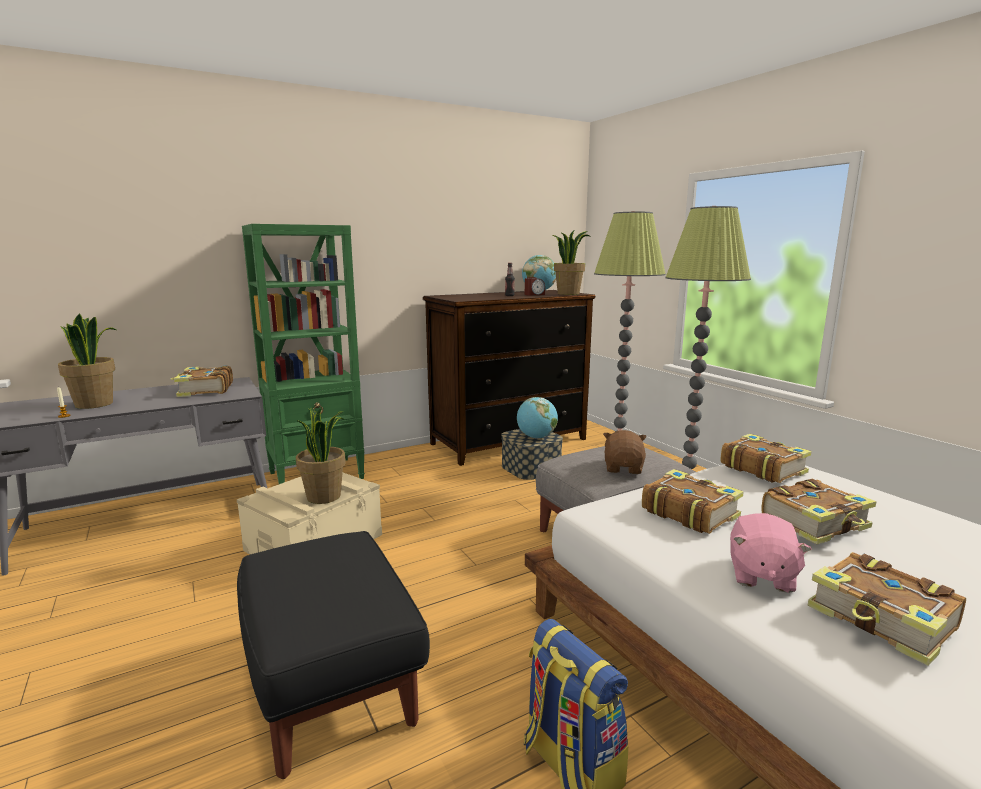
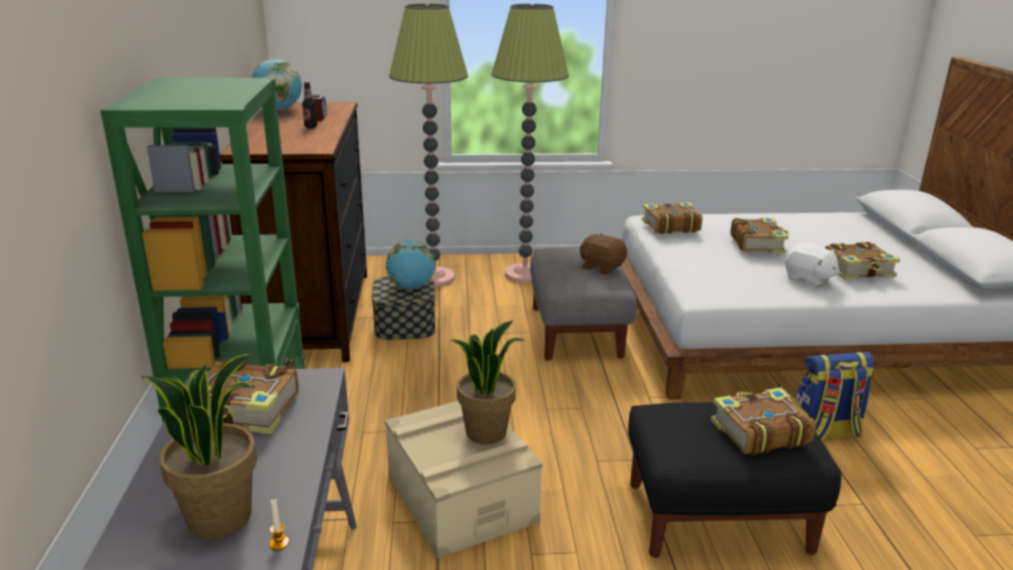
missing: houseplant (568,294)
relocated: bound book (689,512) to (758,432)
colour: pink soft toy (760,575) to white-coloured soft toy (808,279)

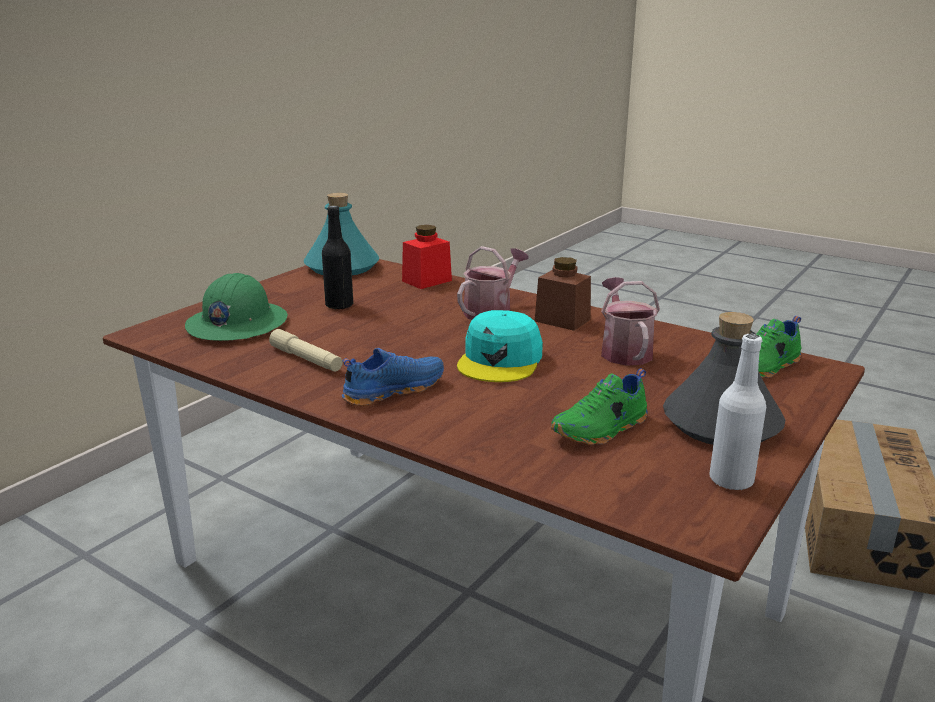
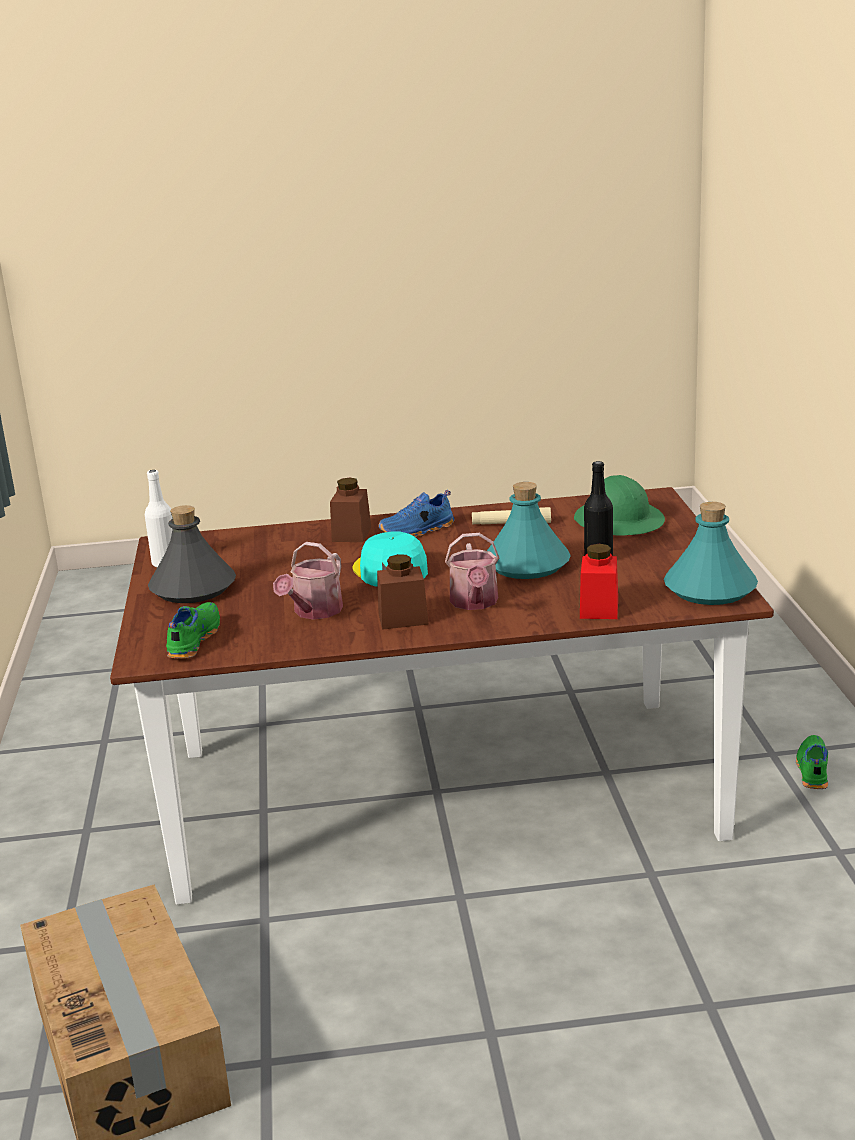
appeared: brownish storage jar (351,534); blue-green drink bottle (527,565)
relocated: greenish shoe (602,430) to (811,770)
spun: watering can (624,351) = (314,612) 75 degrees clockwise; blue shoe (393,390) = (418,531) 45 degrees clockwise

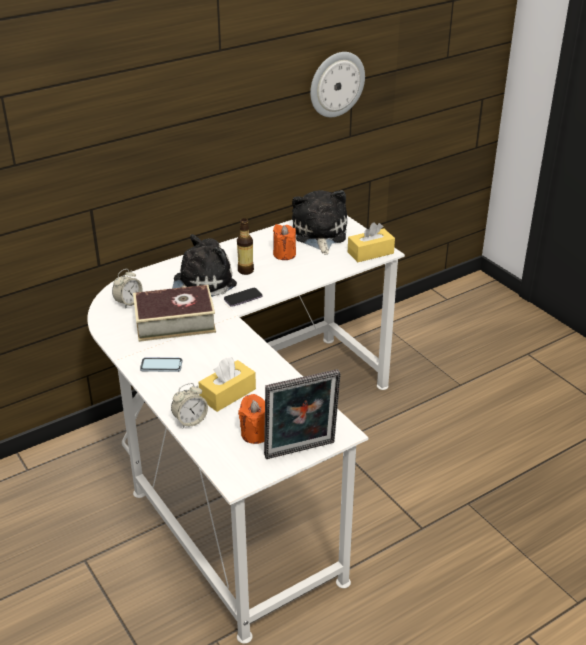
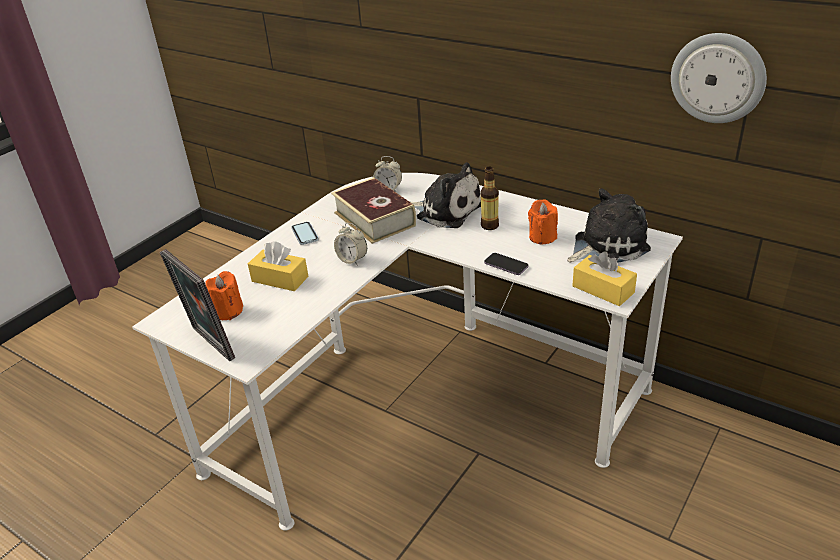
relocated: telephone (243,298) to (506,265); alarm clock (190,420) to (352,260)

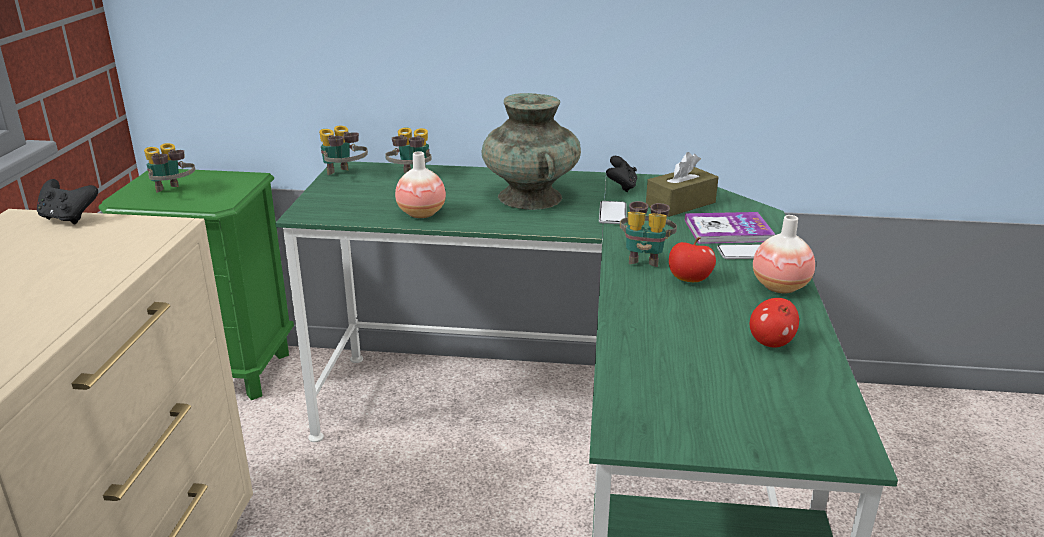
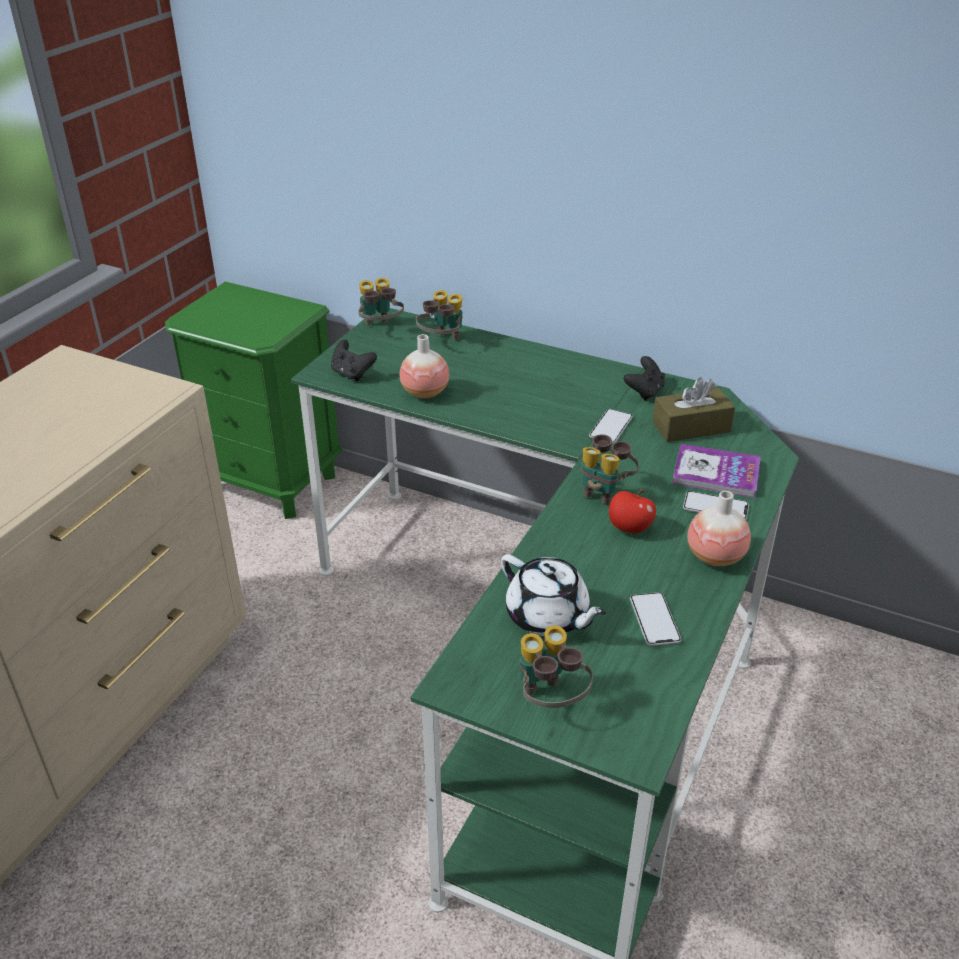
missing: blue-green vase (529,197)
appeared: white-coloured pot for tea (548,617)
relocated: field glasses (173,192) to (550,701); black-coloured gamepad (68,218) to (352,374)
exchanged: apple (771,342) to telephone (654,620)

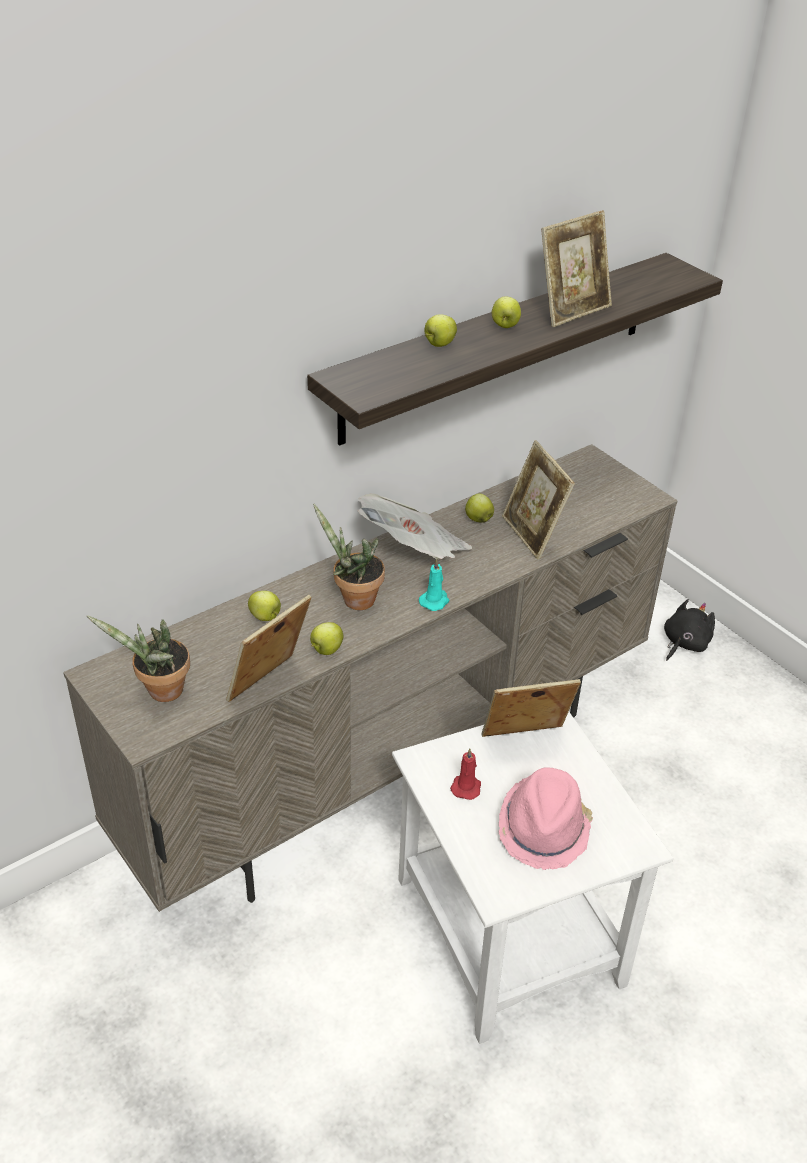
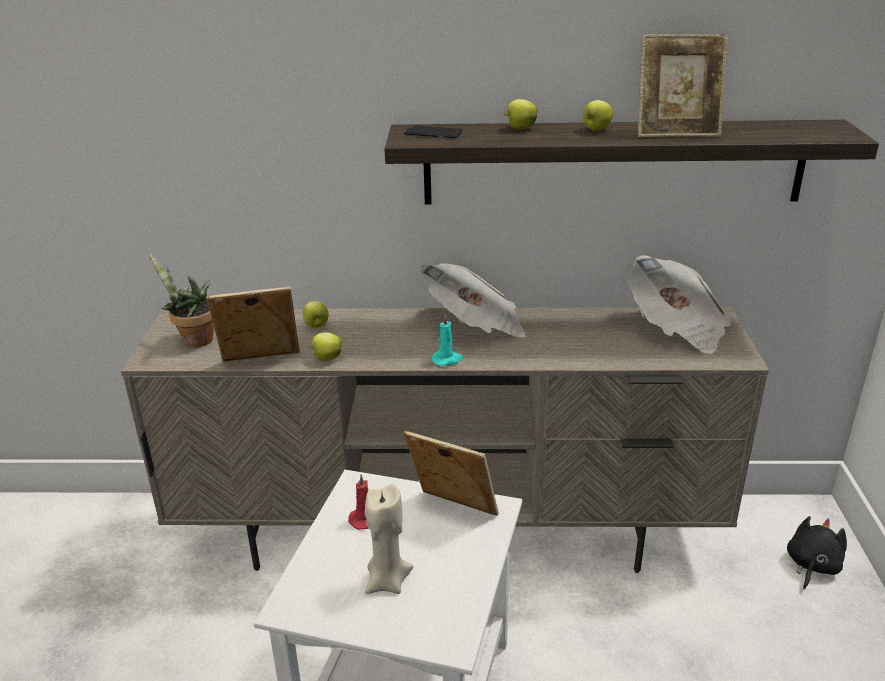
missing: standing frame (532,535); apple (478,519); houseplant (354,599)
appeared: telephone (433,133); printed paper (676,329)
exchanged: pink wearable hat (544,828) to beige-coloured wax candle (387,581)
spun: black-coloured soft toy (684,643) = (811,565) 45 degrees counterclockwise

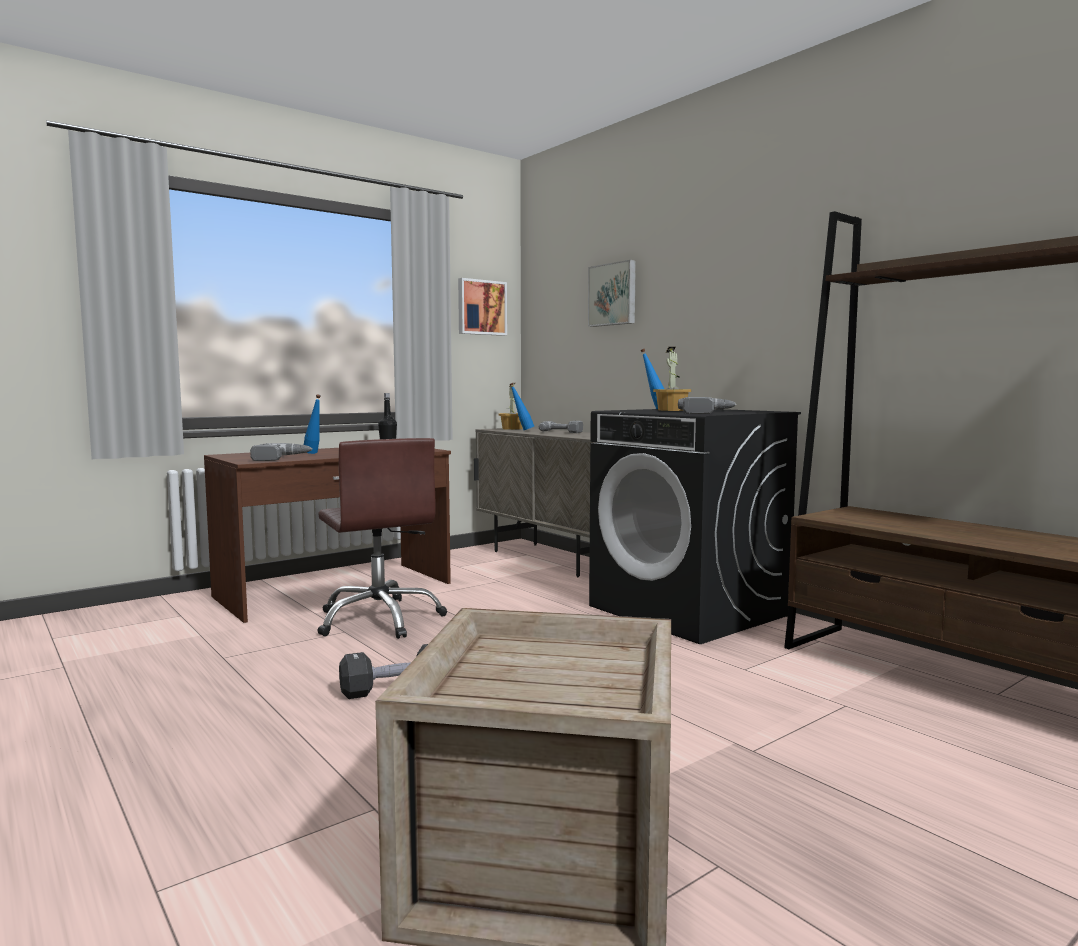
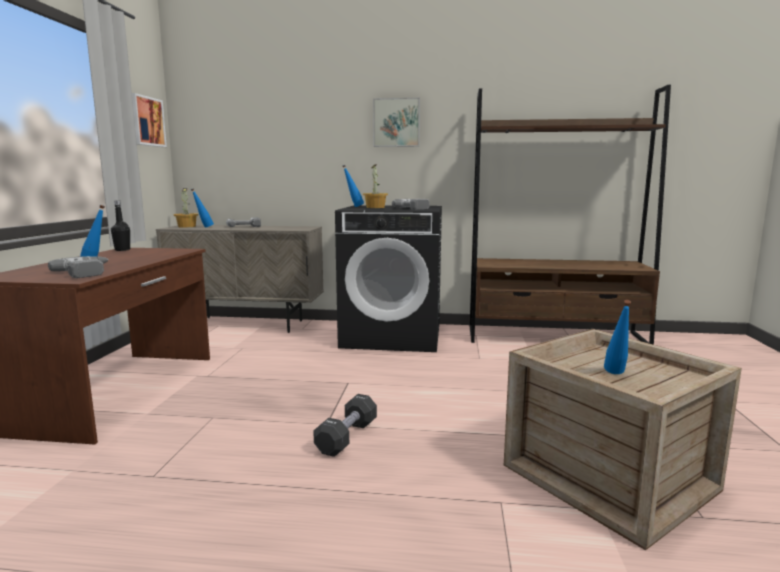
missing: brownish desk chair (380,619)
appeared: blue drink bottle (616,375)
relocated: picture (613,294) to (396,123)

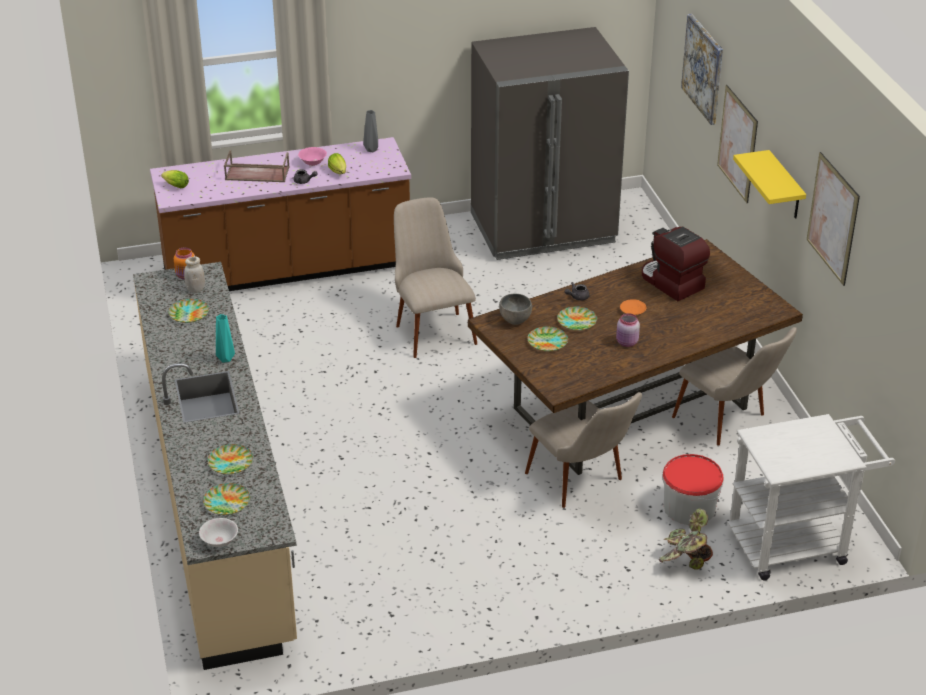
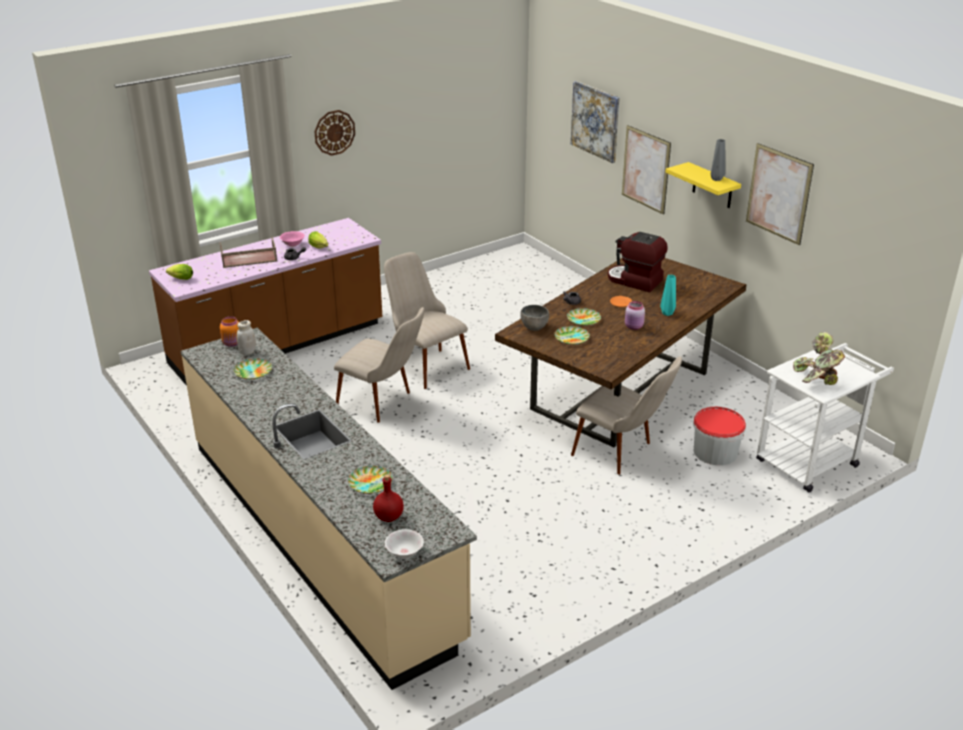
missing: grey refrigerator (543,229)
appeared: hanging clock (334,132)
relocated: grey vase (371,150) to (716,179); blue-green vase (225,358) to (666,313); beige-coloured plain chair (730,423) to (384,404); houseplant (684,558) to (815,379)
exchanged: dinner plate (226,502) to red drink bottle (389,517)

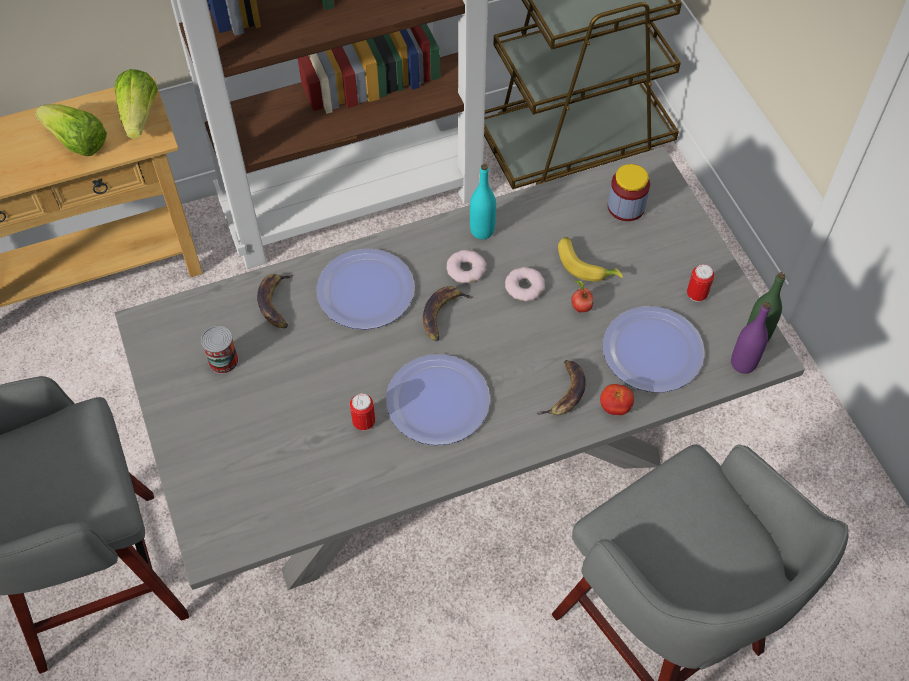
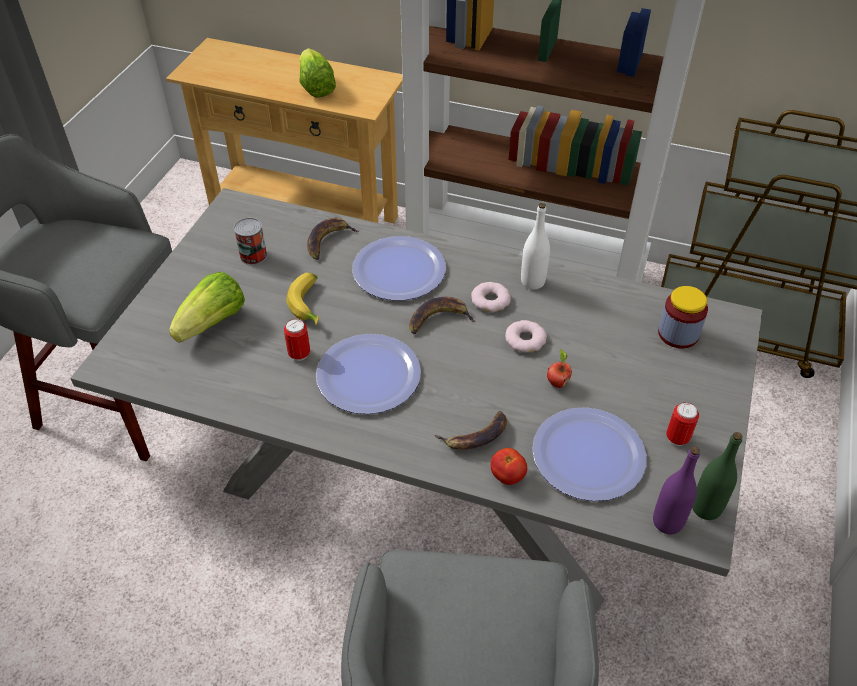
relocated: lettuce (140,116) to (213,323); banana fruit (586,264) to (310,304)
colour: blue-green drink bottle (482,230) to white-coloured drink bottle (532,282)

